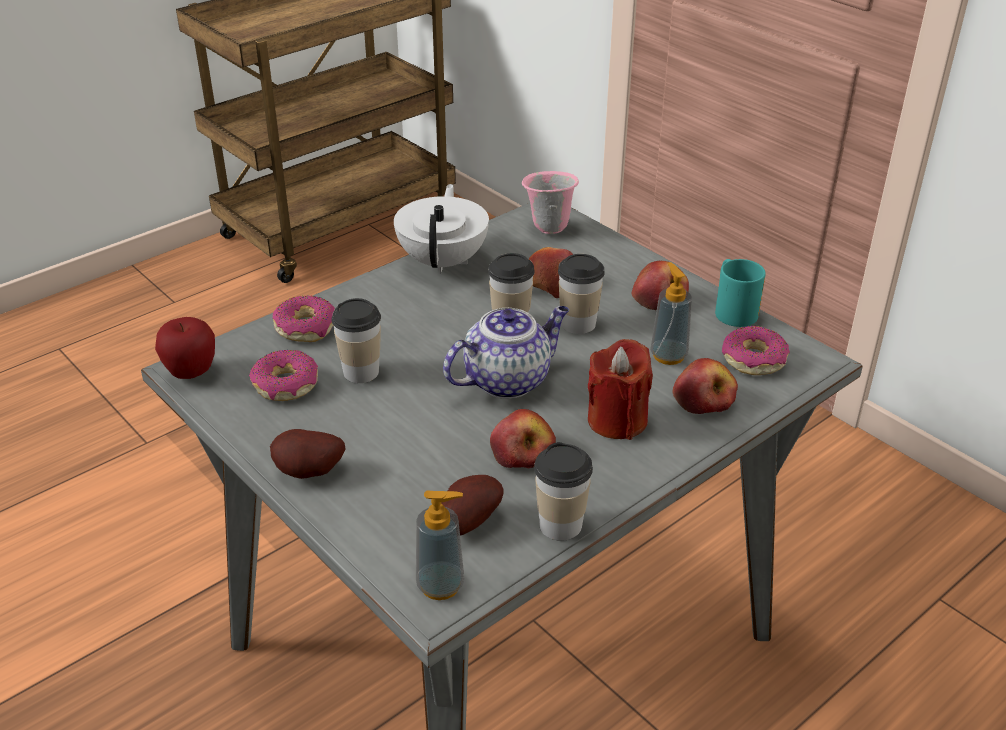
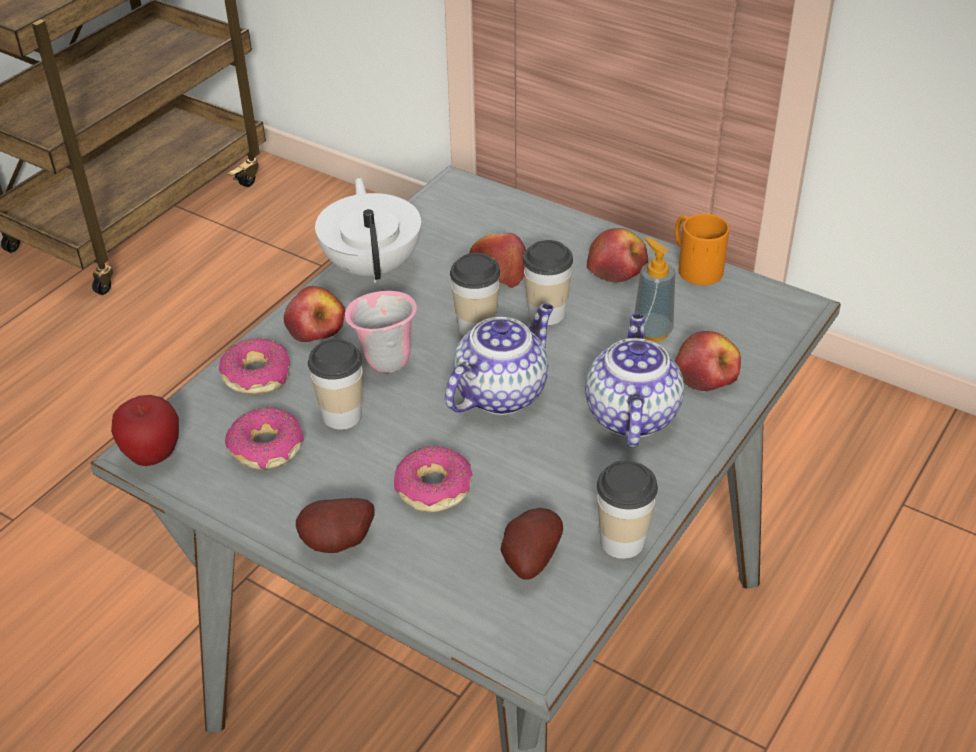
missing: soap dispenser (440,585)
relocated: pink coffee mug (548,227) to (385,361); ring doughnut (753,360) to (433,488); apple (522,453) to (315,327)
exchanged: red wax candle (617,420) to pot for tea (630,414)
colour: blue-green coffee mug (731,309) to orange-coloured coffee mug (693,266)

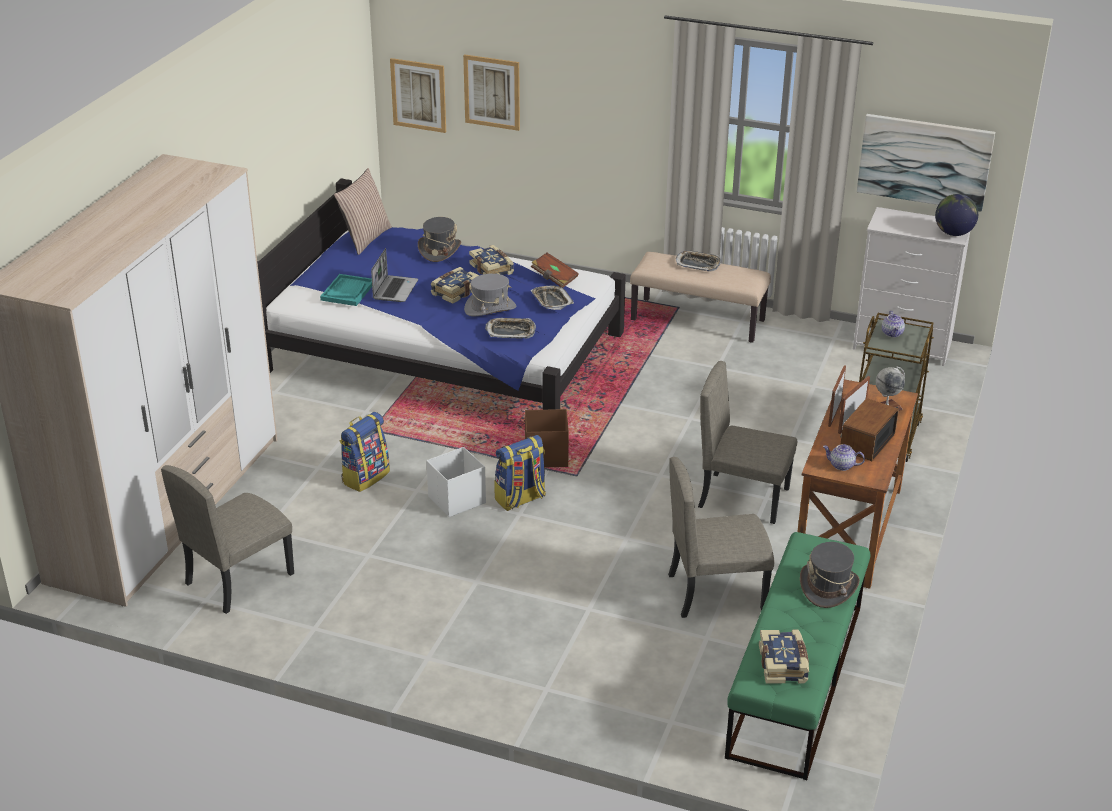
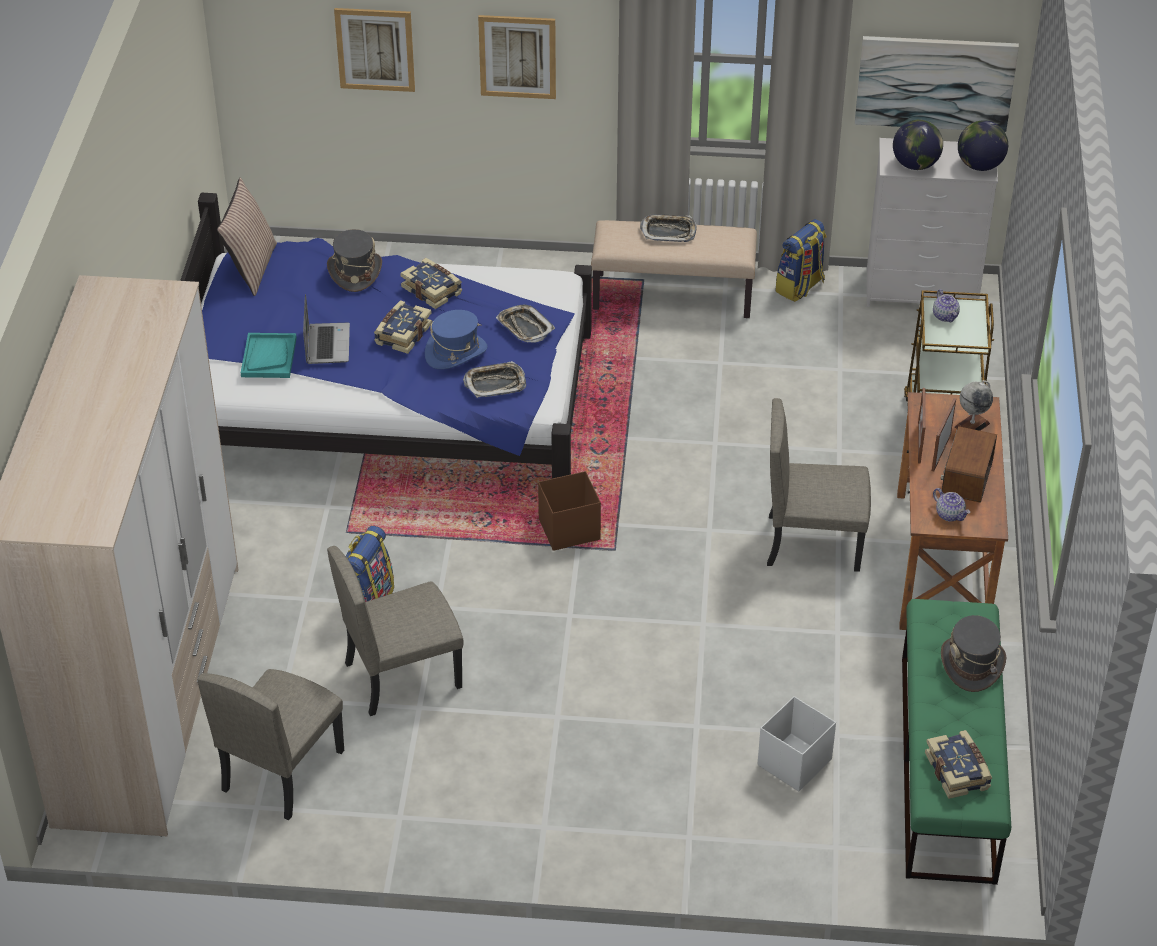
missing: brownish bound book (554,278)
appeared: desk globe (915,165)
relocated: picture (418,95) to (517,56); backpack (520,499) to (800,287); white-coloured storage bin (456,500) to (793,763); beige-coloured plain chair (716,591) to (402,674)
colour: grey wearable hat (490,308) to blue wearable hat (456,353)
spun: pot for tea (841,465) = (950,515) 135 degrees counterclockwise

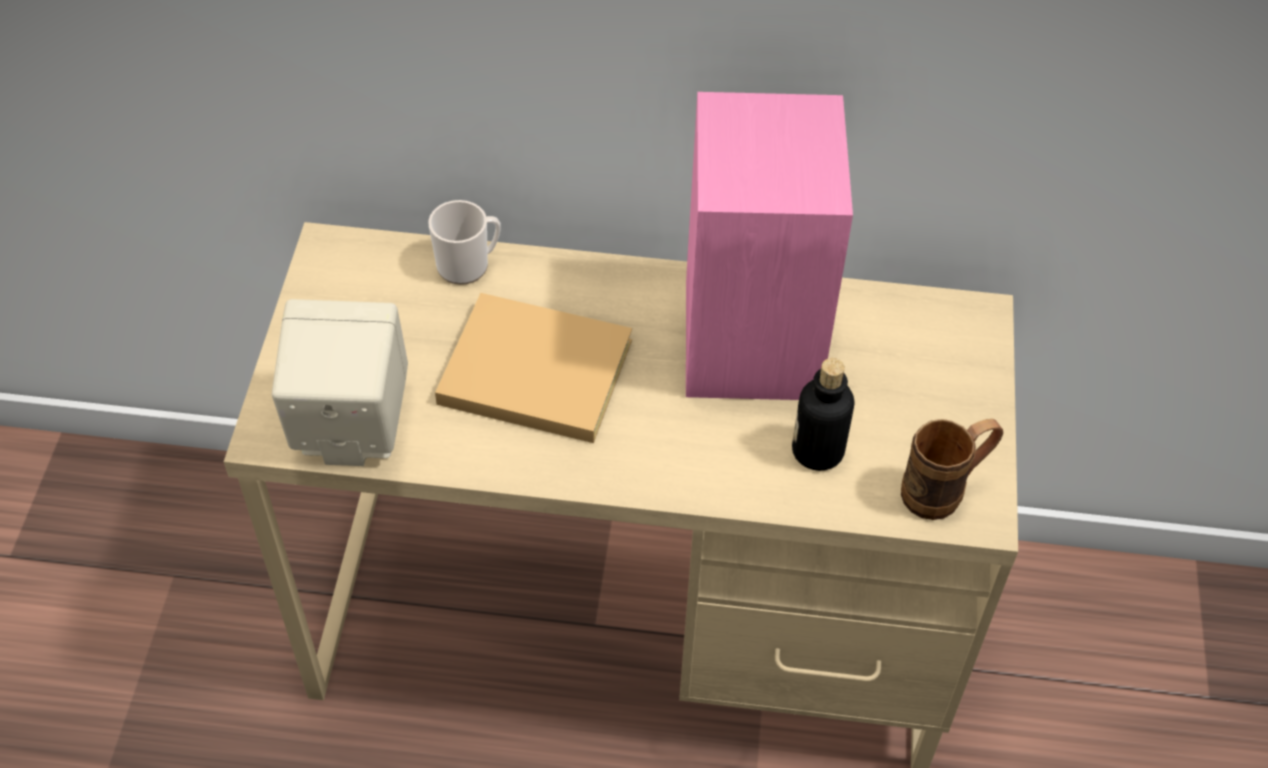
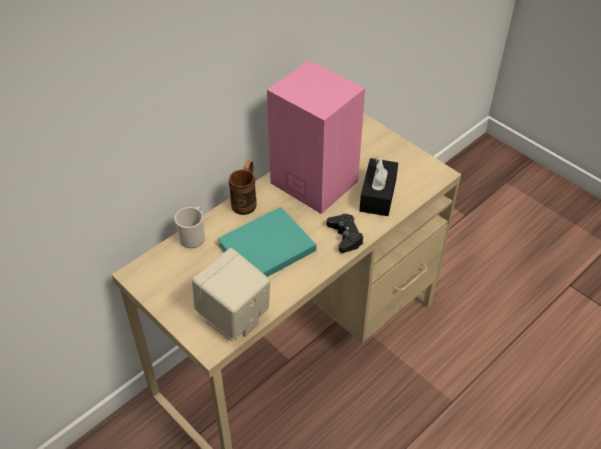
appeared: black-coloured gamepad (345,236)
relocated: brownish coffee mug (944,491) to (246,201)
exchanged: drink bottle (817,451) to black-coloured box of tissues (378,195)
colour: beige-coloured bound book (530,370) to blue-green bound book (264,248)

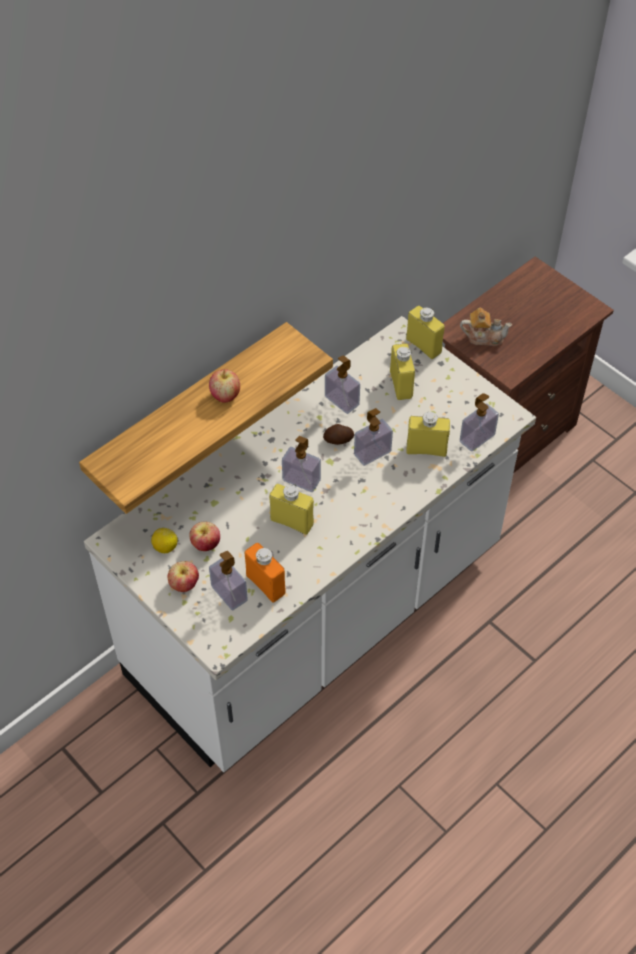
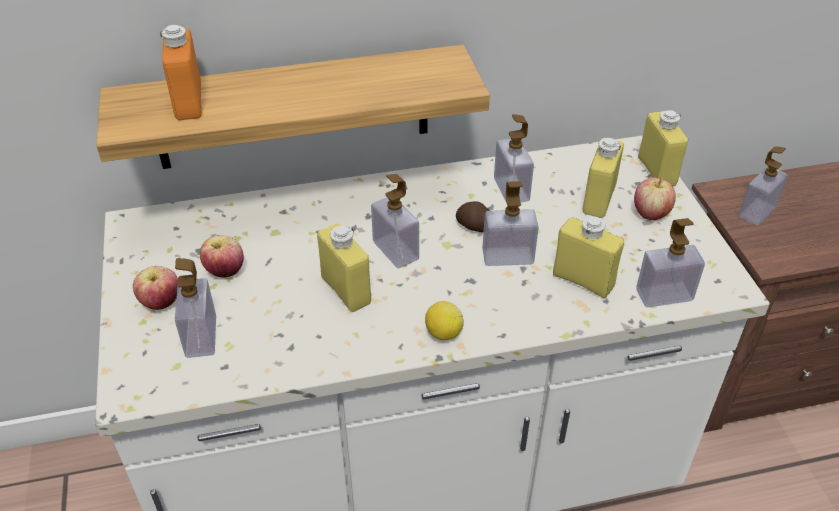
relocated: apple (225,395) to (650,213); lemon (165,547) to (443,333); orange-coloured drink bottle (265,584) to (188,102)
exchanged: pot for tea (484,337) to soap dispenser (757,212)

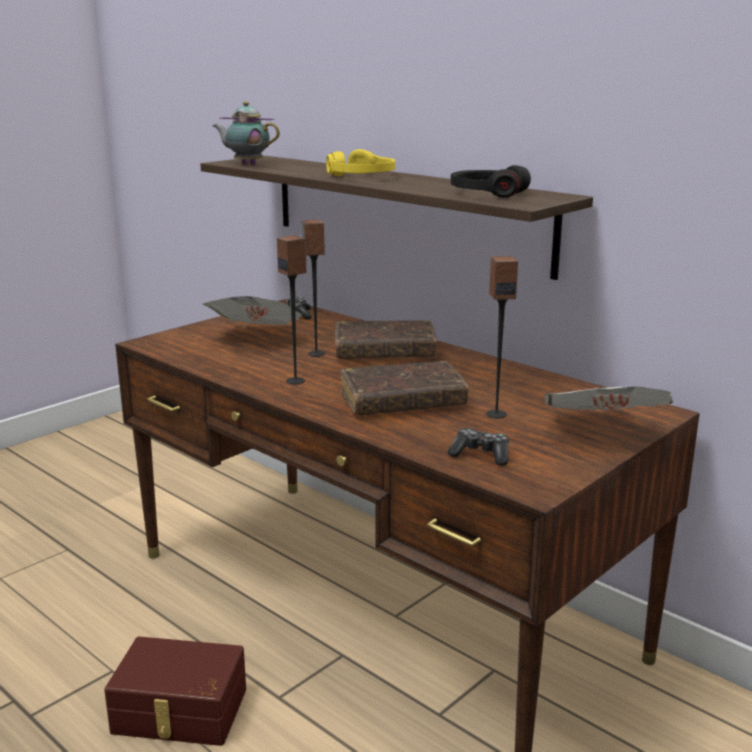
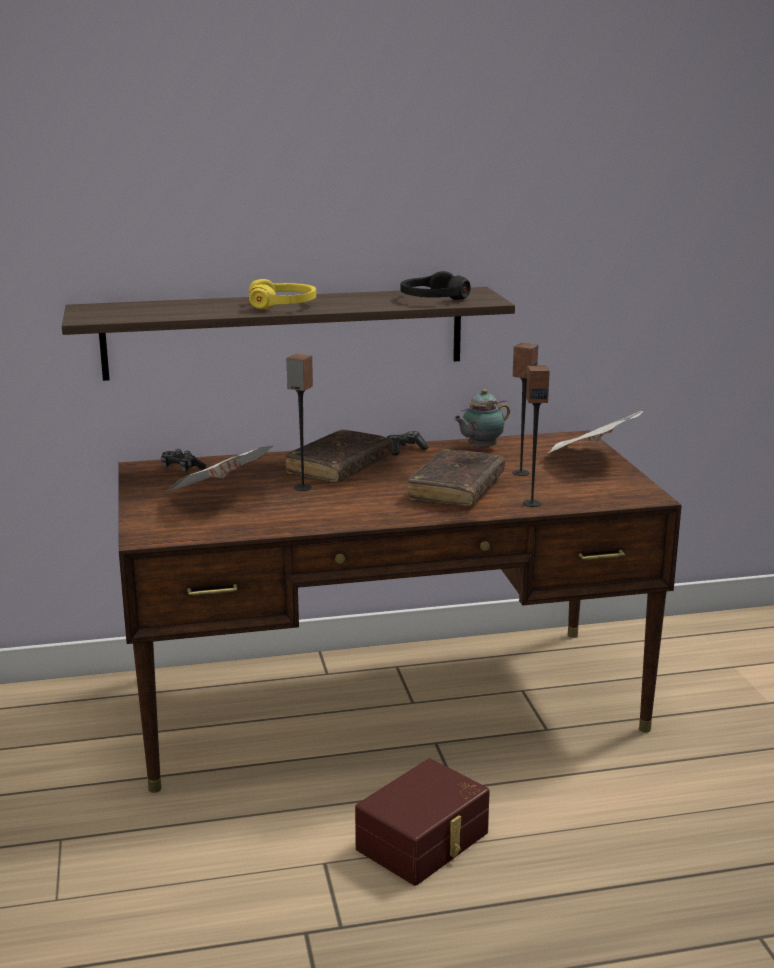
relocated: pot for tea (247,164) to (480,448); audio speaker (296,381) to (532,503); gamepad (481,455) to (404,449)

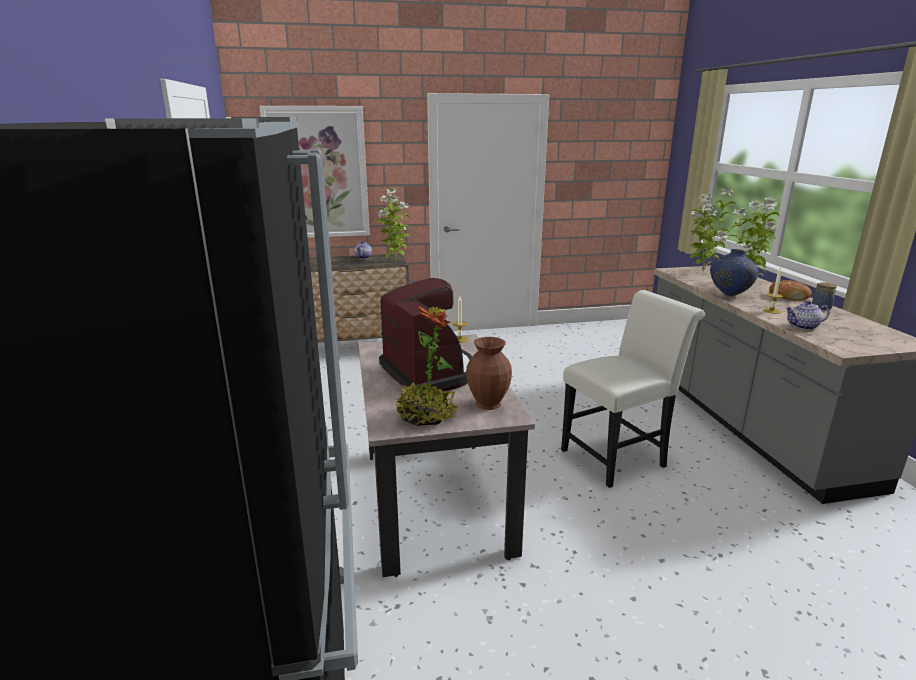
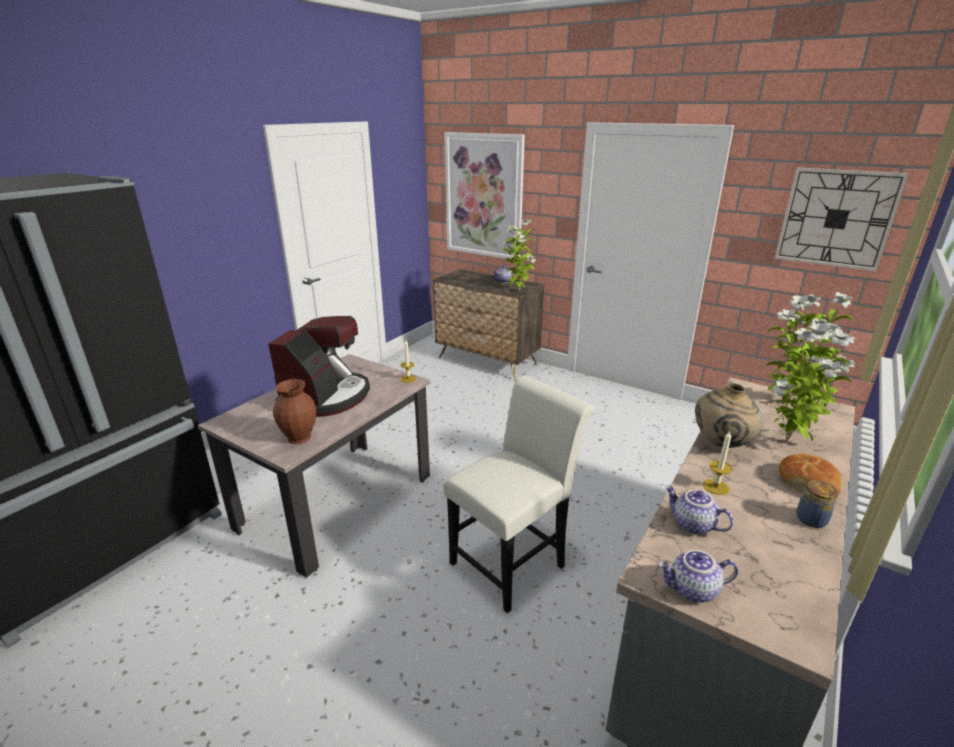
missing: houseplant (426,417)
appeared: hanging clock (836,218); pot for tea (693,590)
colour: blue vase (729,295) to beige-coloured vase (721,444)
spun: white-coloured plain chair (618,456) = (513,560) 60 degrees counterclockwise

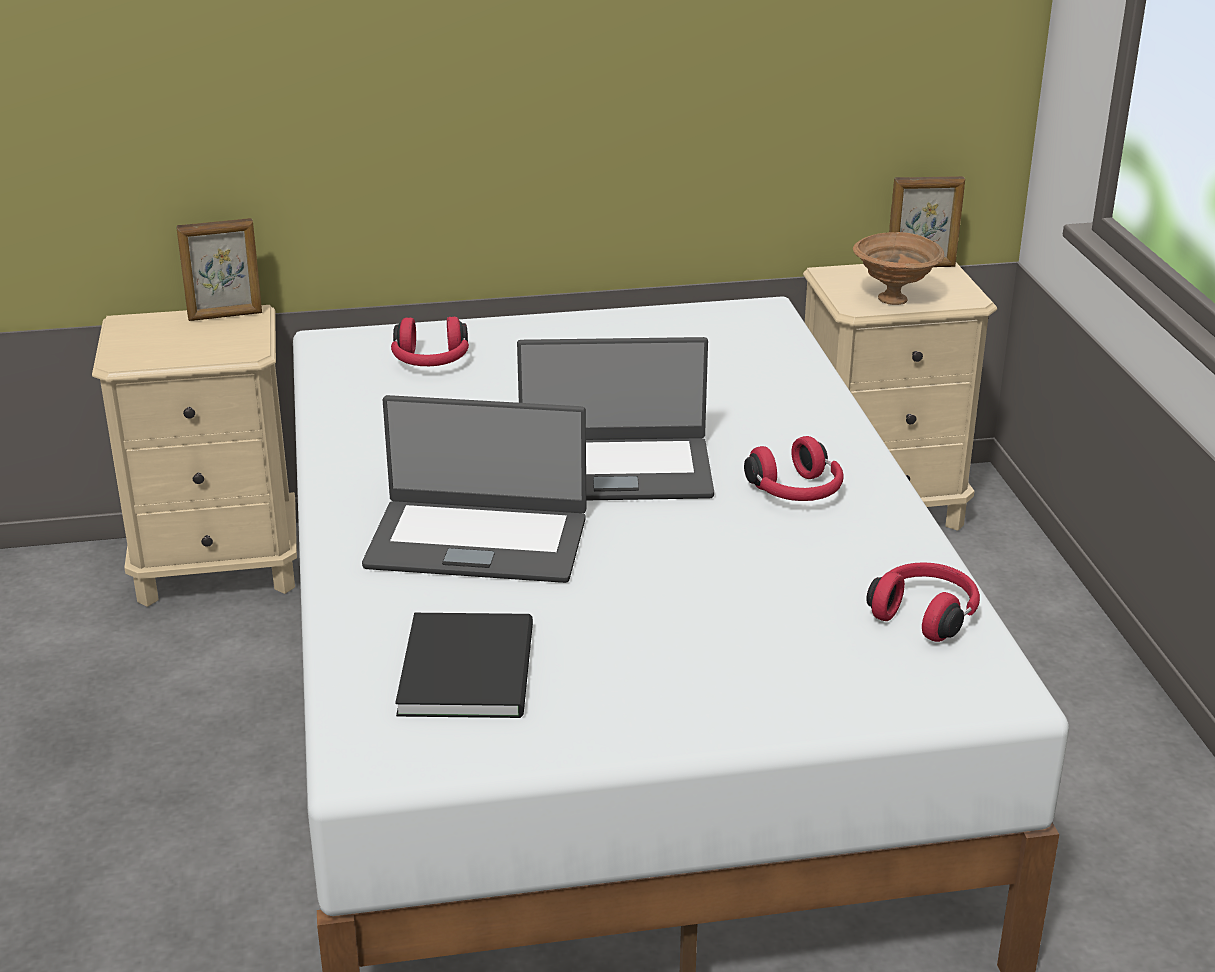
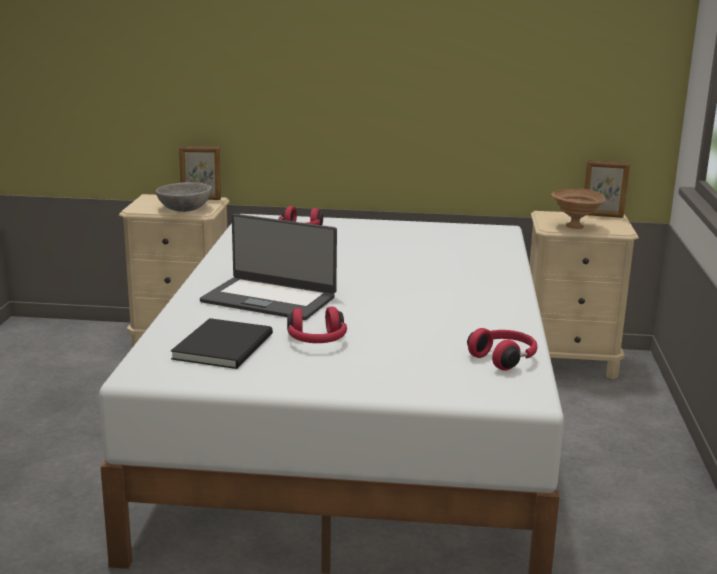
missing: laptop (614,469)
appeared: grey deep dish (185,208)
relocated: red headphones (796,492) to (317,341)

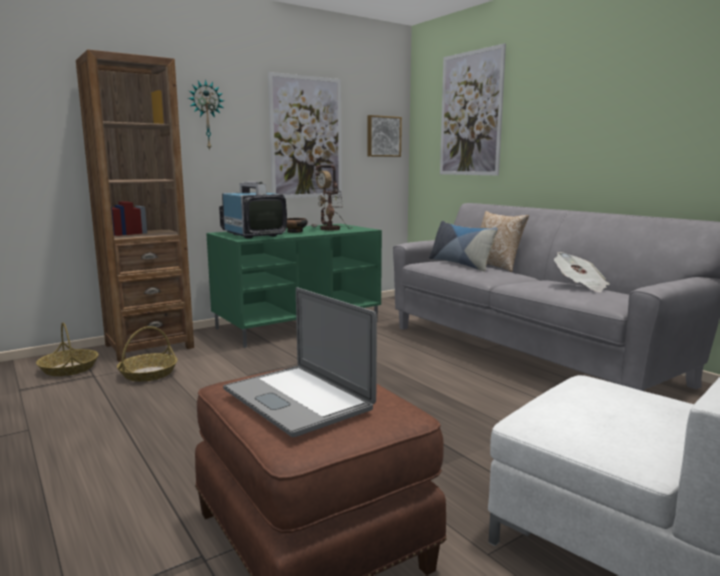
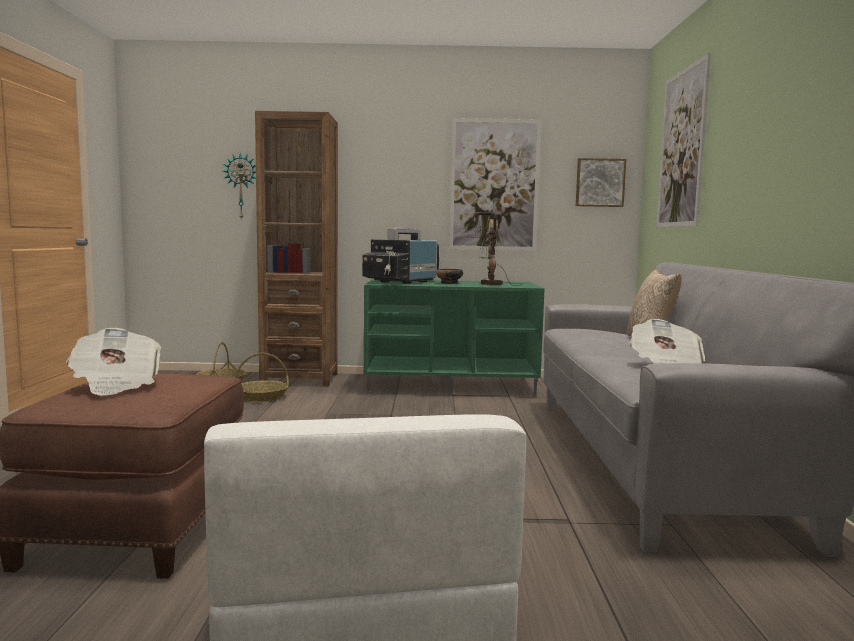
missing: cushion (460,264)
relocated: hanging clock (206,115) to (241,186)
exchanged: laptop (297,398) to printed paper (116,384)
spun: television (252,234) = (401,282) 150 degrees counterclockwise

